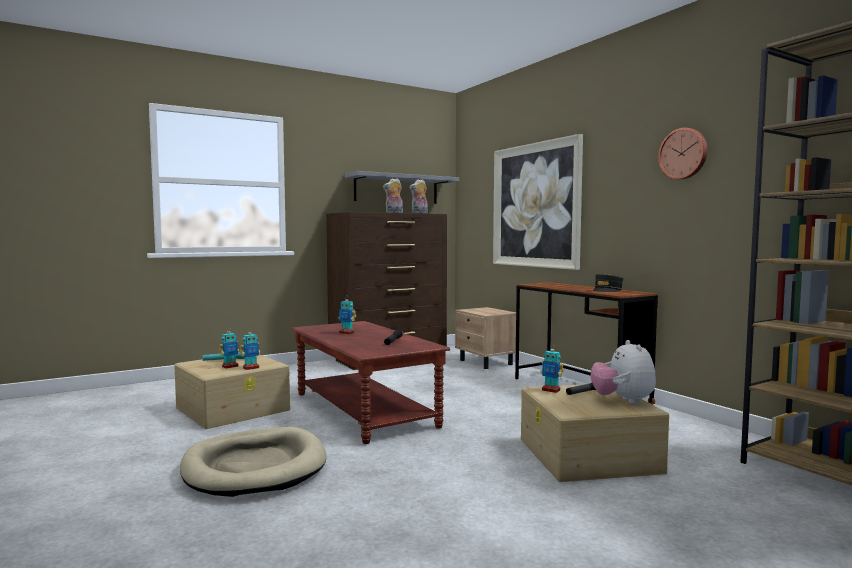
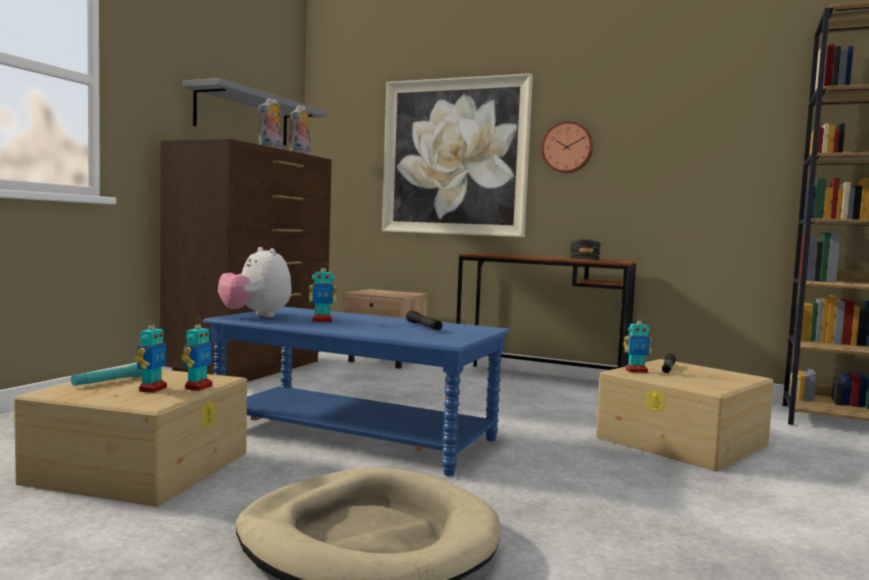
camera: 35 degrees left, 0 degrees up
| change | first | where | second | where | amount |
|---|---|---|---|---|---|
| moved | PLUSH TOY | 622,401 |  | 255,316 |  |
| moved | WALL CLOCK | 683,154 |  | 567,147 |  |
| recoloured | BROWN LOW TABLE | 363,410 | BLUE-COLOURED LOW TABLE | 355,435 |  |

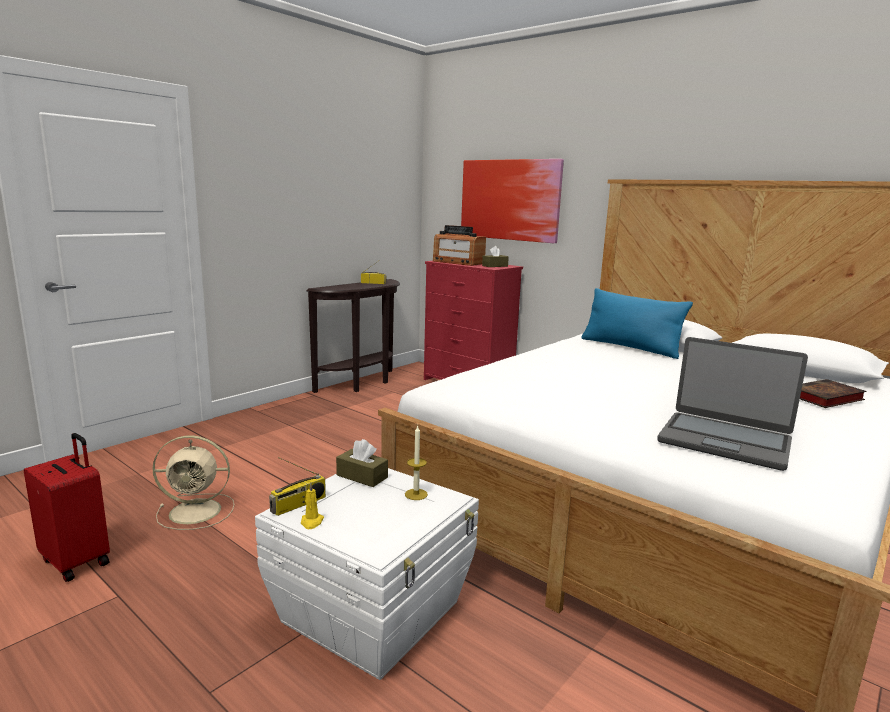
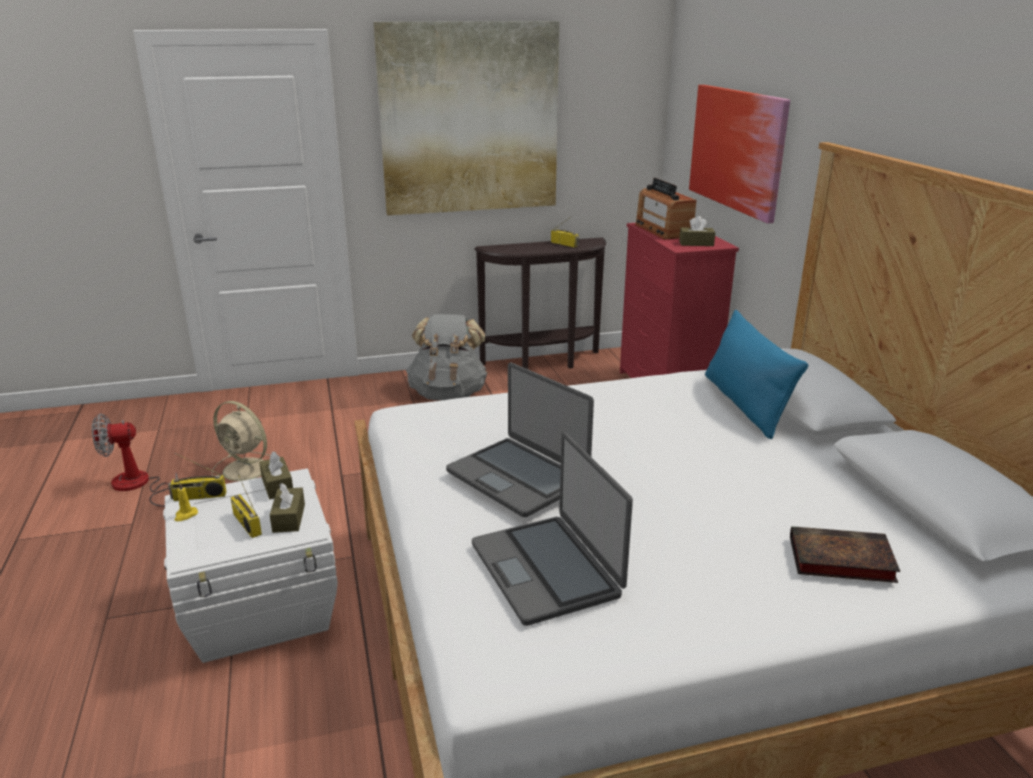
camera: 35 degrees right, 10 degrees up
| change | first | where | second | where | amount |
|---|---|---|---|---|---|
| added |  |  | RADIO | 246,524 |  |
| added |  |  | PICTURE | 469,119 |  |
| added |  |  | GREYISH RUCKSACK | 448,394 |  |
| added |  |  | NOTEBOOK COMPUTER | 518,477 |  |
| replaced | RED TRAVEL CASE | 77,561 | ELECTRIC FAN | 138,486 |  |
| replaced | CANDLE | 416,494 | BROWN BOX OF TISSUES | 289,518 |  |

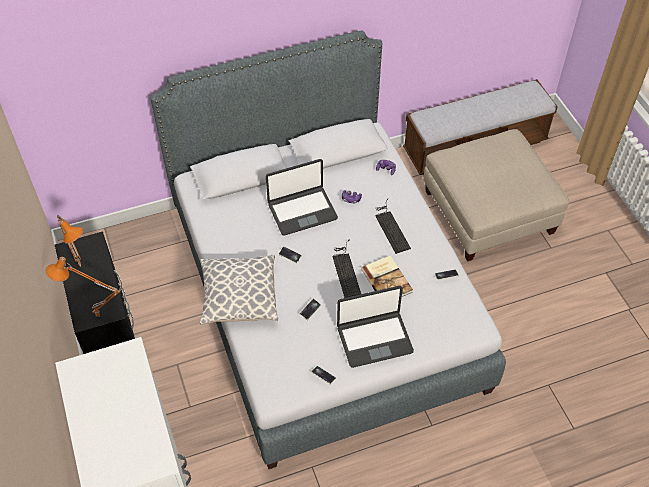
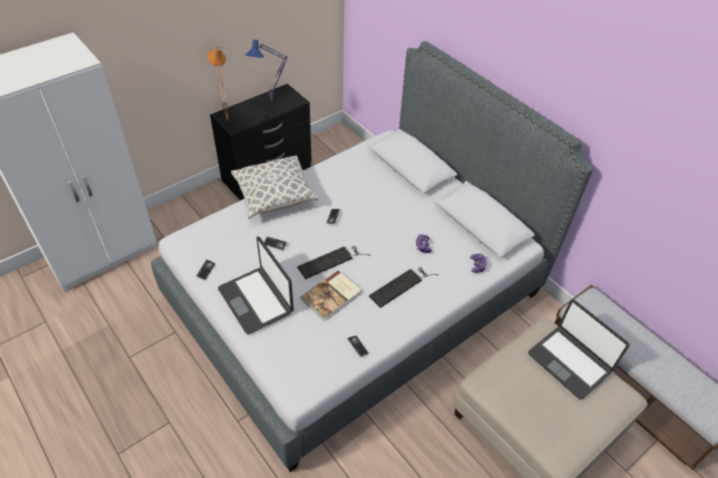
camera: 70 degrees right, 5 degrees down
| change | first | where | second | where | amount |
|---|---|---|---|---|---|
| moved | NOTEBOOK COMPUTER | 302,211 |  | 569,362 |  |
| recoloured | ORANGE-COLOURED TABLETOP LAMP | 82,265 | BLUE-COLOURED TABLETOP LAMP | 272,101 |  |

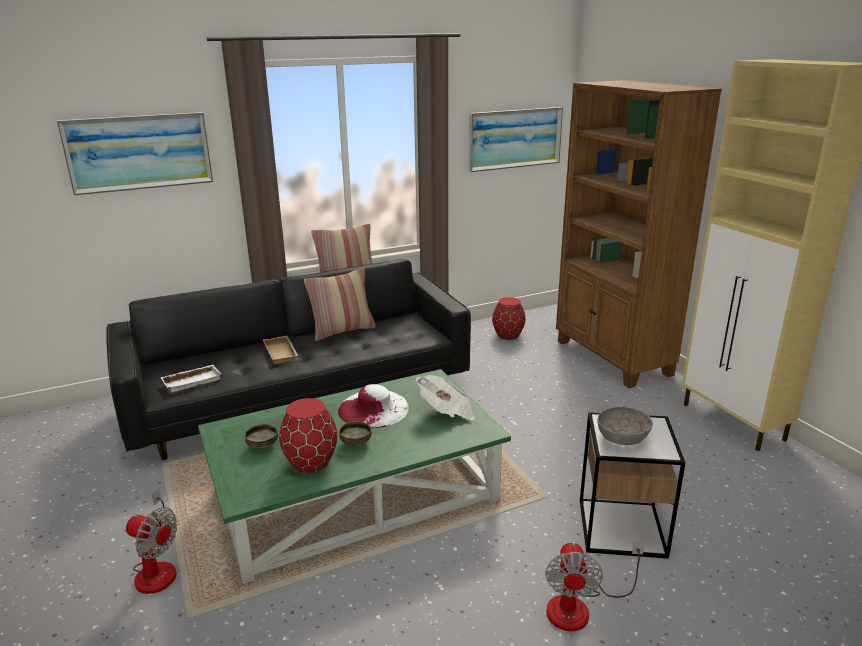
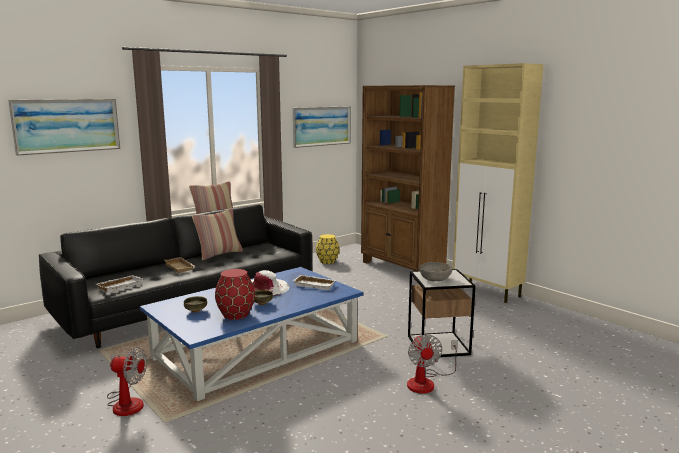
camera: 15 degrees left, 10 degrees down
| change | first | where | second | where | amount |
|---|---|---|---|---|---|
| replaced | NEWSPAPER | 446,411 | WHITE SERVING TRAY | 315,285 |  |
| recoloured | GREENISH LOW TABLE | 357,494 | BLUE-COLOURED LOW TABLE | 257,349 |  |
| recoloured | RED DECORATIVE VASE | 508,335 | YELLOWISH DECORATIVE VASE | 327,261 |  |

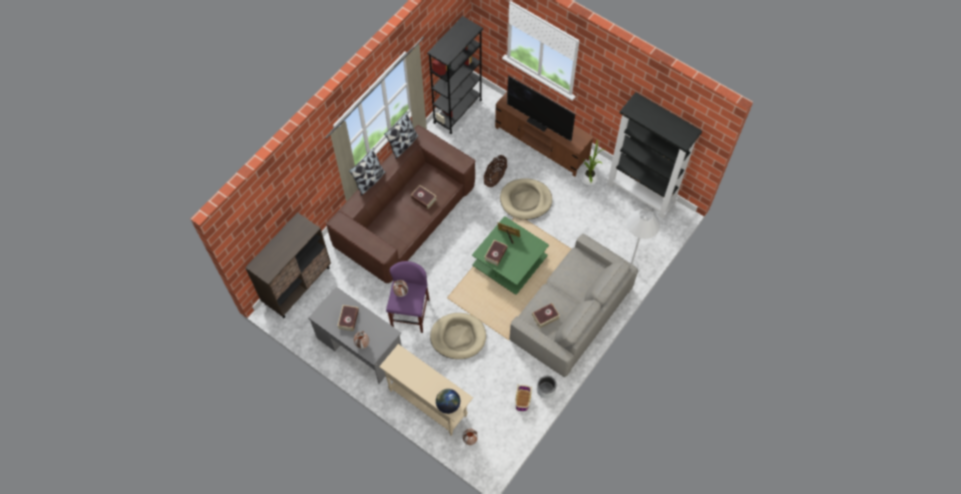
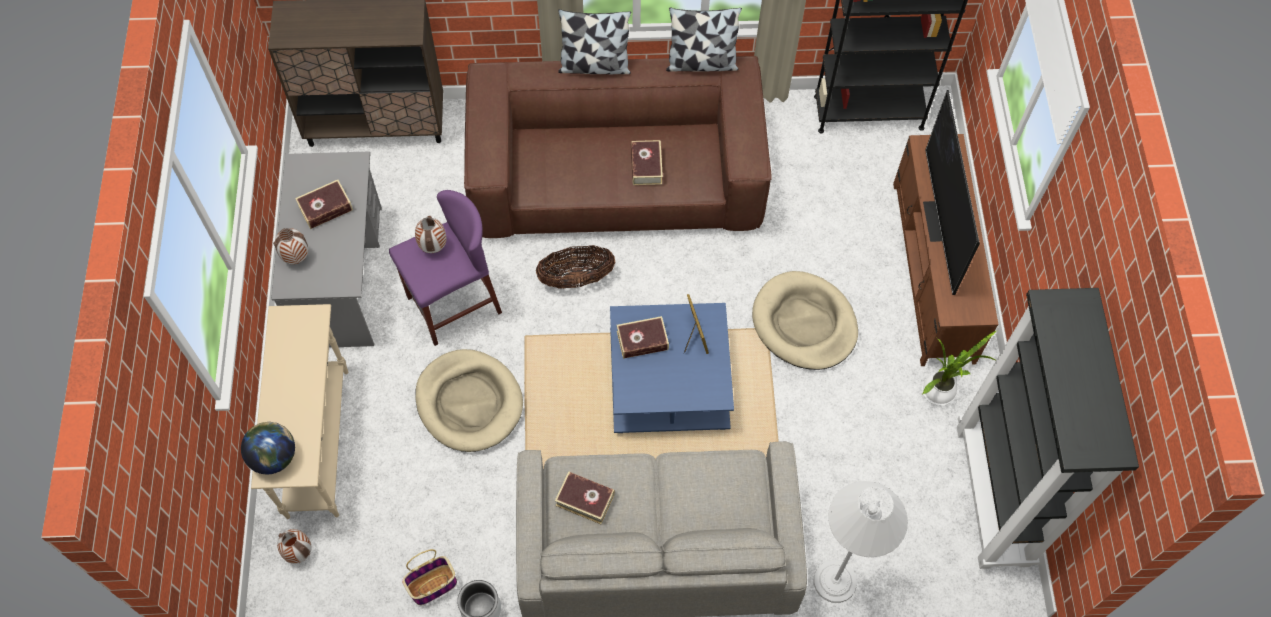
camera: 50 degrees right, 0 degrees up
| change | first | where | second | where | amount |
|---|---|---|---|---|---|
| moved | HOUSEHOLD BASKET | 495,177 |  | 576,278 |  |
| recoloured | GREENISH LOW TABLE | 510,263 | BLUE-COLOURED LOW TABLE | 667,383 |  |

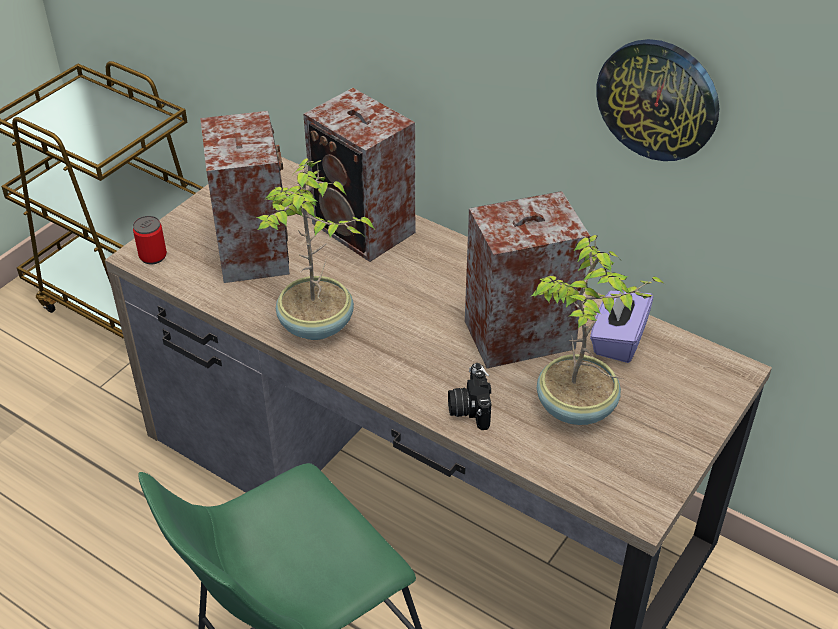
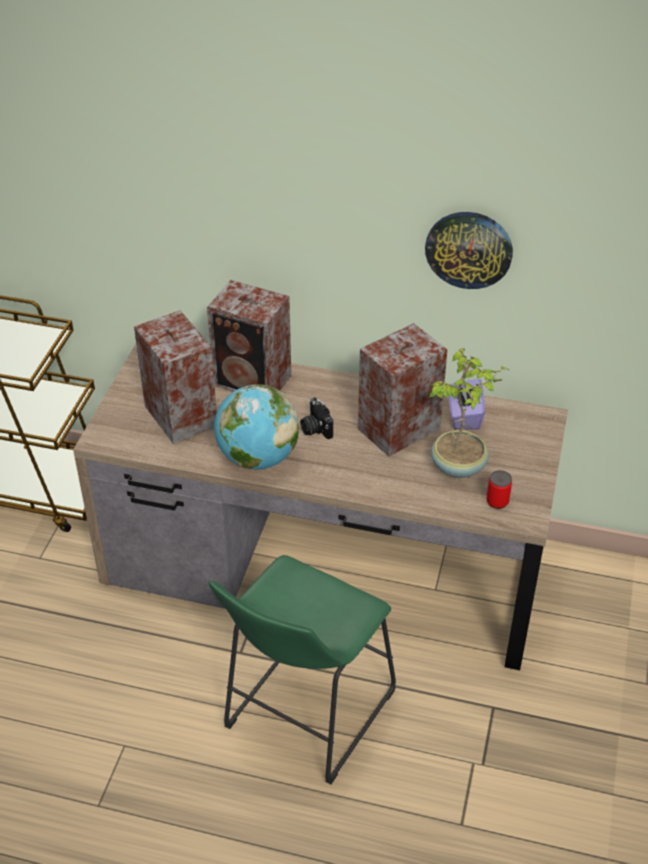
camera: 20 degrees left, 0 degrees up
| change | first | where | second | where | amount |
|---|---|---|---|---|---|
| moved | CAN | 153,256 |  | 497,501 |  |
| moved | PHOTO CAMERA | 469,408 |  | 315,428 |  |
| replaced | POTTED PLANT | 316,326 | GLOBE | 257,458 |  |

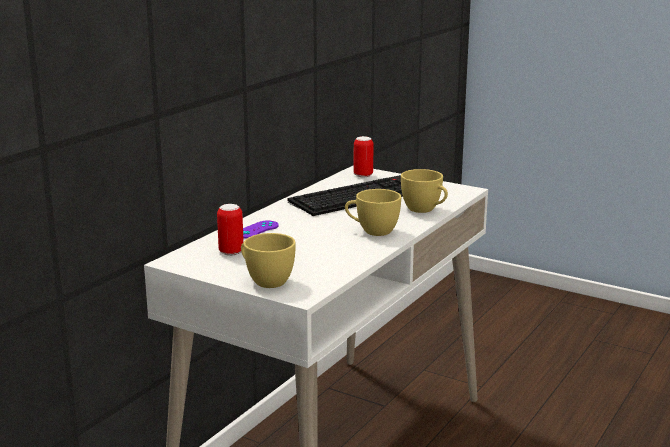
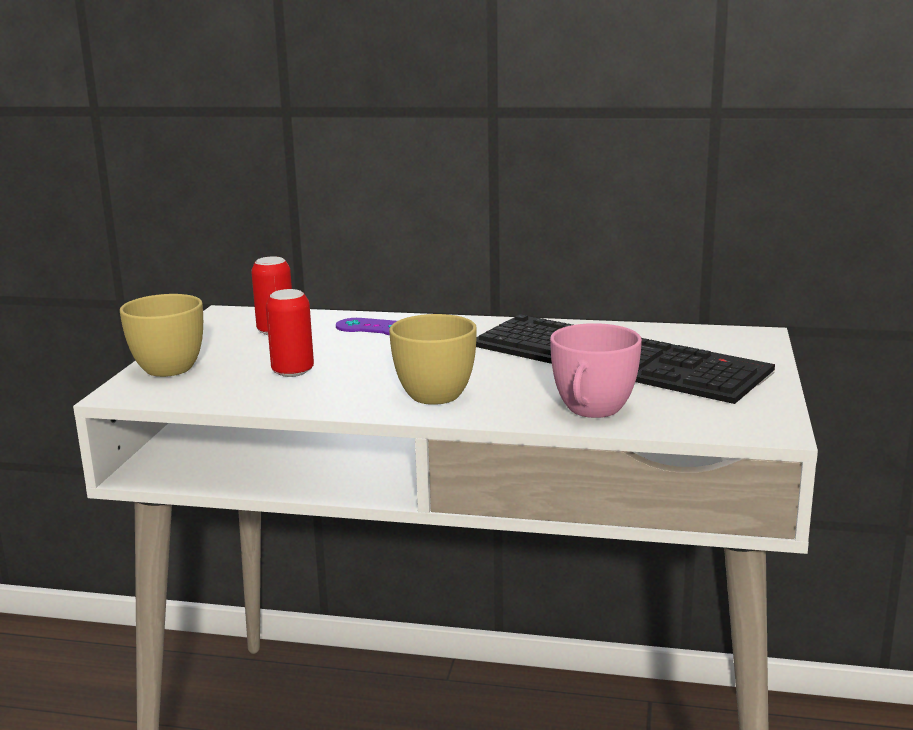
camera: 70 degrees right, 0 degrees up
| change | first | where | second | where | amount |
|---|---|---|---|---|---|
| moved | CAN | 363,175 |  | 293,372 |  |
| recoloured | YELLOWISH DRINKING CUP | 425,210 | PINK-COLOURED DRINKING CUP | 591,412 |  |

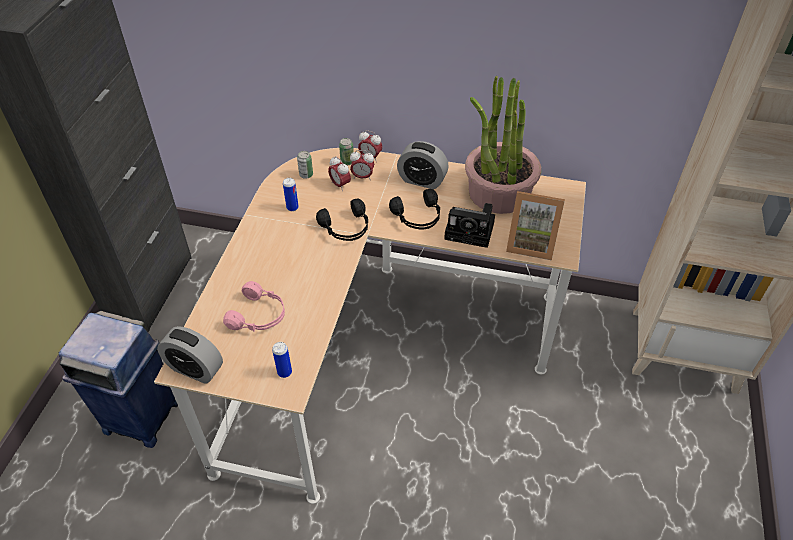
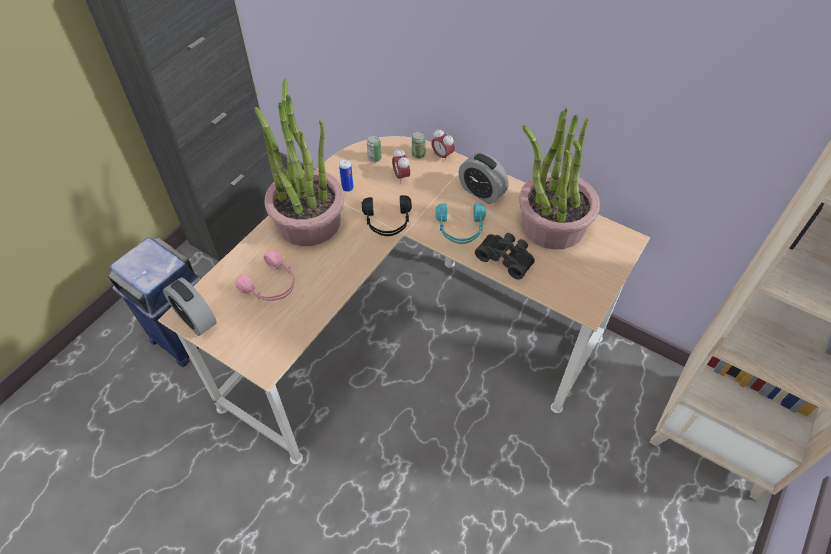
camera: 20 degrees right, 5 degrees up
| change | first | where | second | where | amount |
|---|---|---|---|---|---|
| removed | CAN | 284,372 |  |  |  |
| removed | BEDSIDE CLOCK | 362,177 |  |  |  |
| removed | PICTURE FRAME | 530,243 |  |  |  |
| added |  |  | POTTED PLANT | 308,221 |  |
| replaced | PHOTO CAMERA | 471,231 | BLACK FIELD GLASSES | 506,258 |  |
| recoloured | BLACK HEADSET | 418,217 | BLUE-GREEN HEADSET | 460,229 |  |

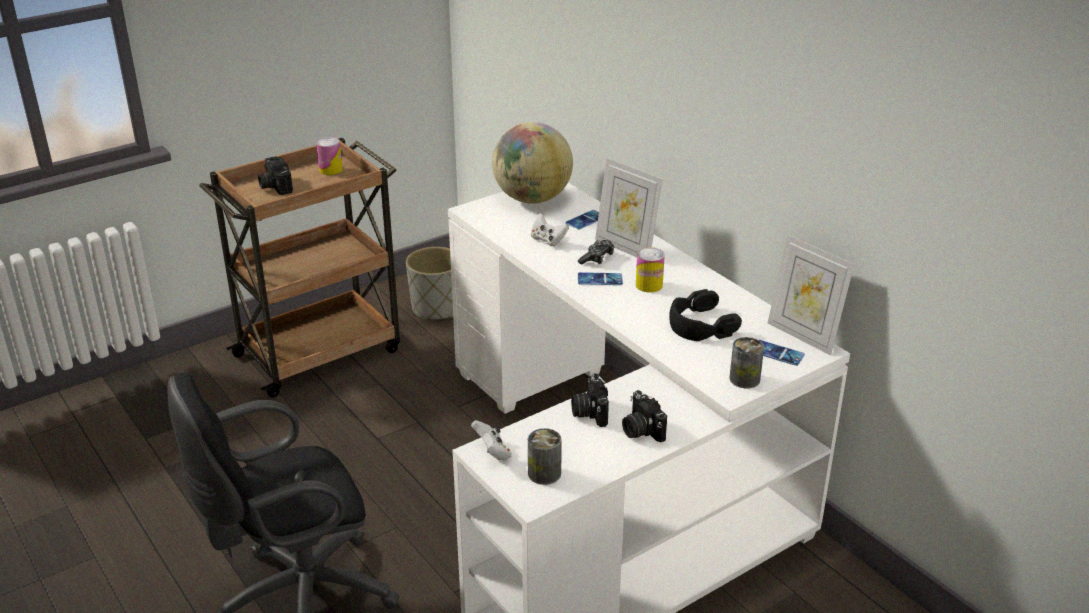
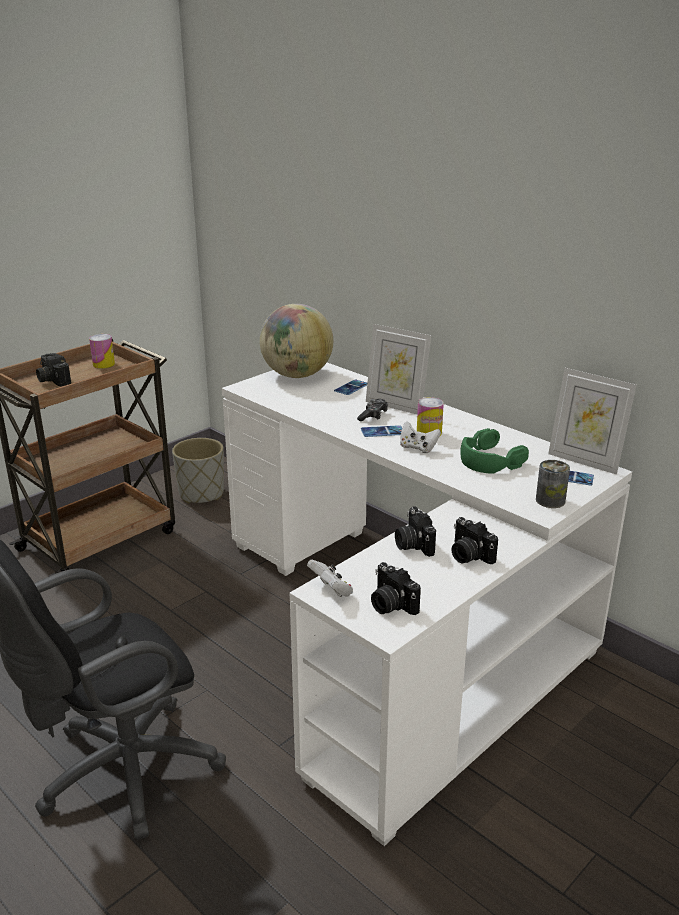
camera: 10 degrees left, 5 degrees down
| change | first | where | second | where | amount |
|---|---|---|---|---|---|
| moved | WHITE GAME CONTROLLER | 548,240 |  | 418,448 |  |
| replaced | CAN | 544,473 | PHOTO CAMERA | 390,605 |  |
| recoloured | BLACK HEADSET | 700,325 | GREENISH HEADSET | 489,460 |  |

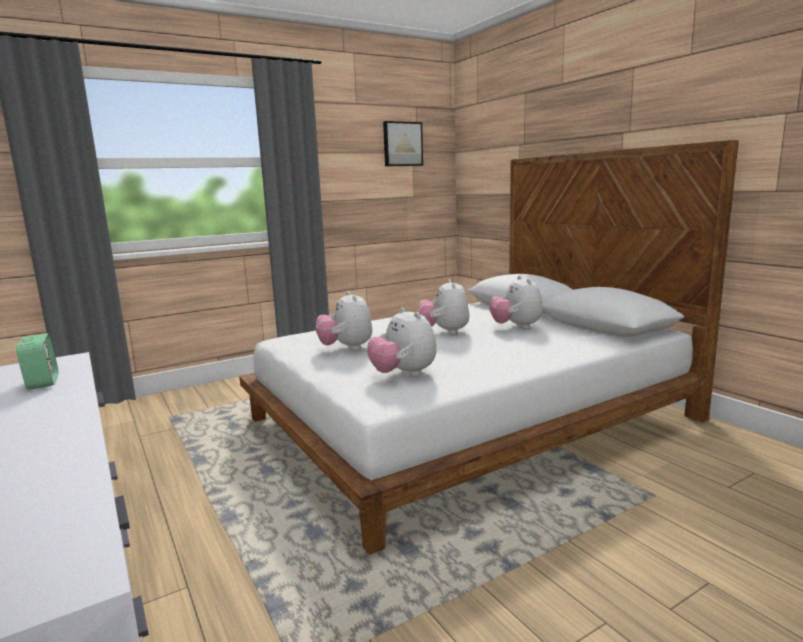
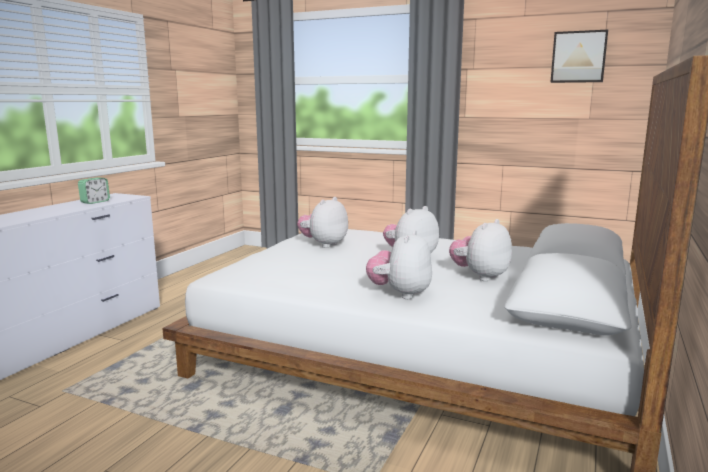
camera: 55 degrees right, 0 degrees up
| change | first | where | second | where | amount |
|---|---|---|---|---|---|
| moved | PLUSH TOY | 403,374 |  | 400,294 |  |

